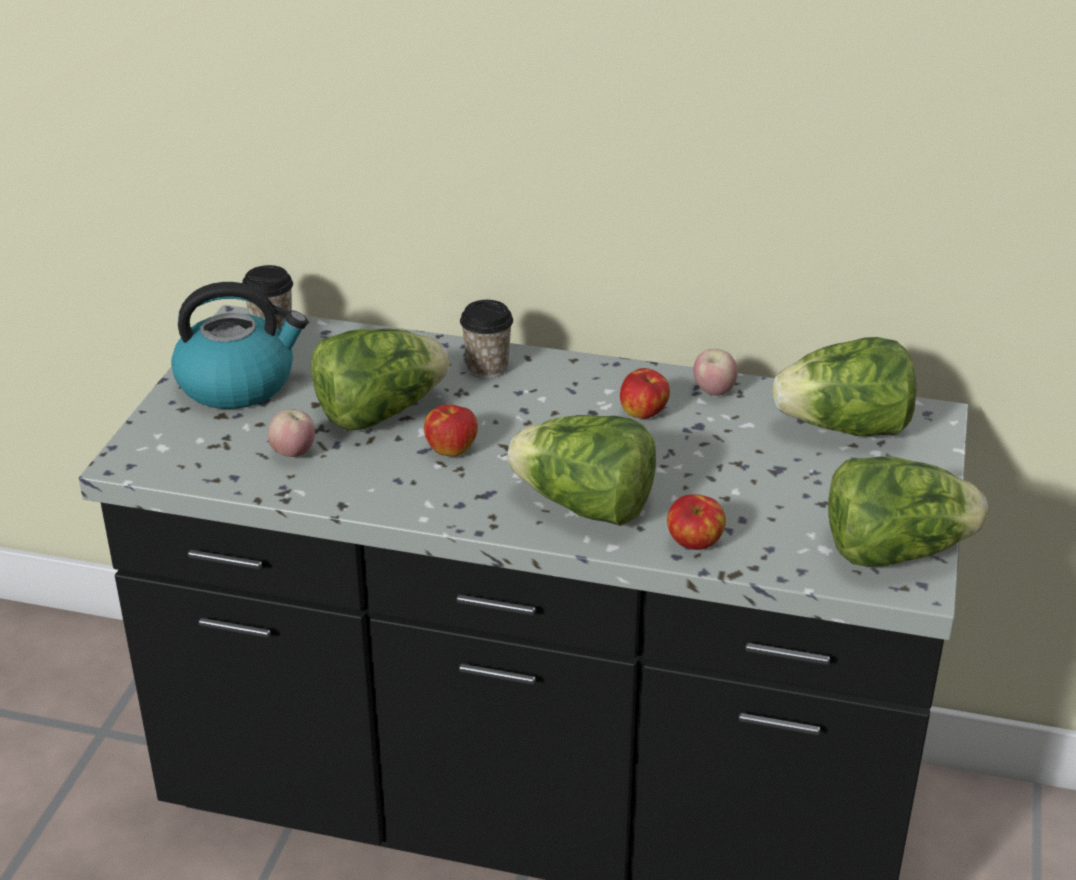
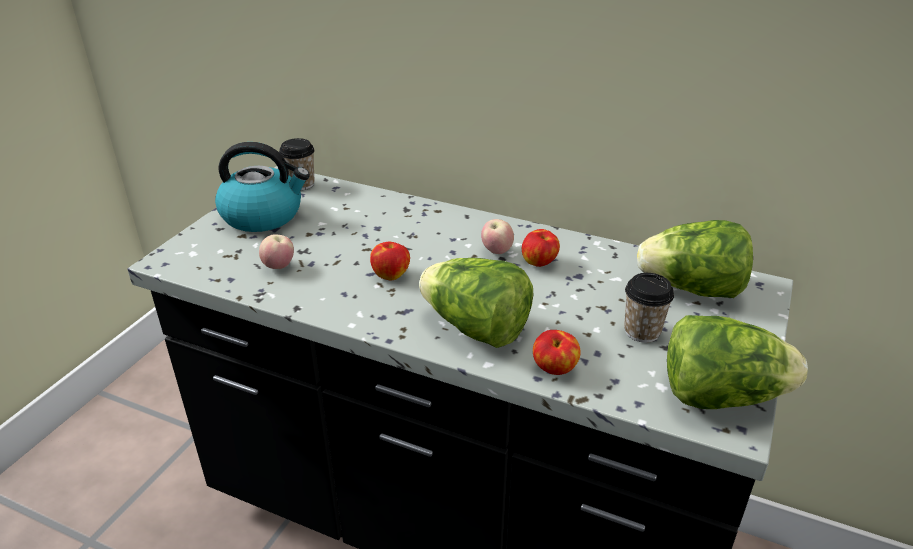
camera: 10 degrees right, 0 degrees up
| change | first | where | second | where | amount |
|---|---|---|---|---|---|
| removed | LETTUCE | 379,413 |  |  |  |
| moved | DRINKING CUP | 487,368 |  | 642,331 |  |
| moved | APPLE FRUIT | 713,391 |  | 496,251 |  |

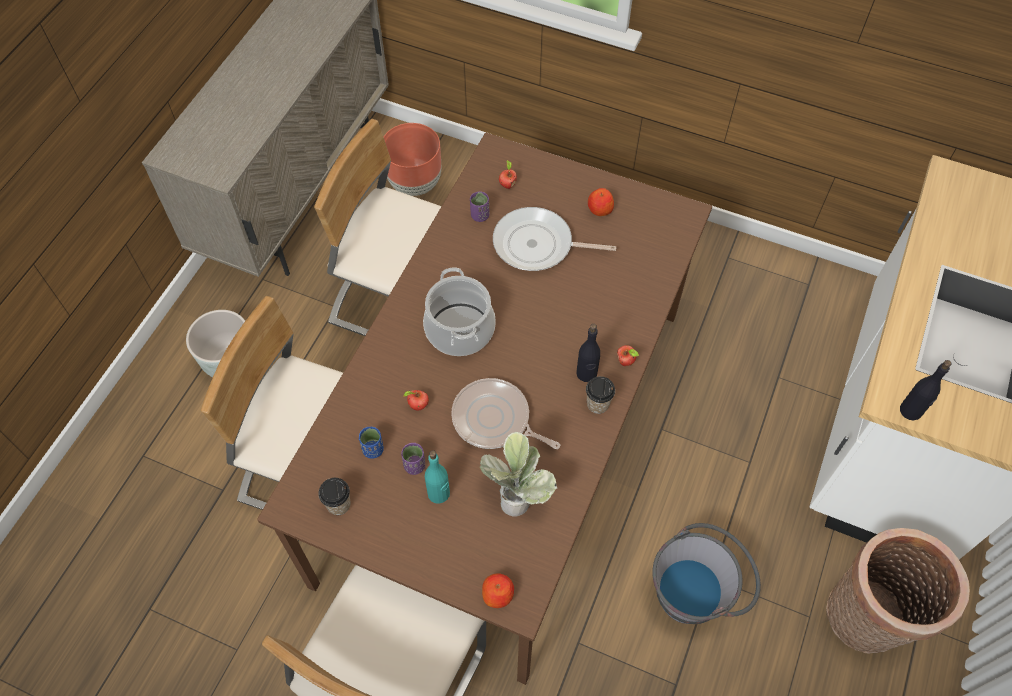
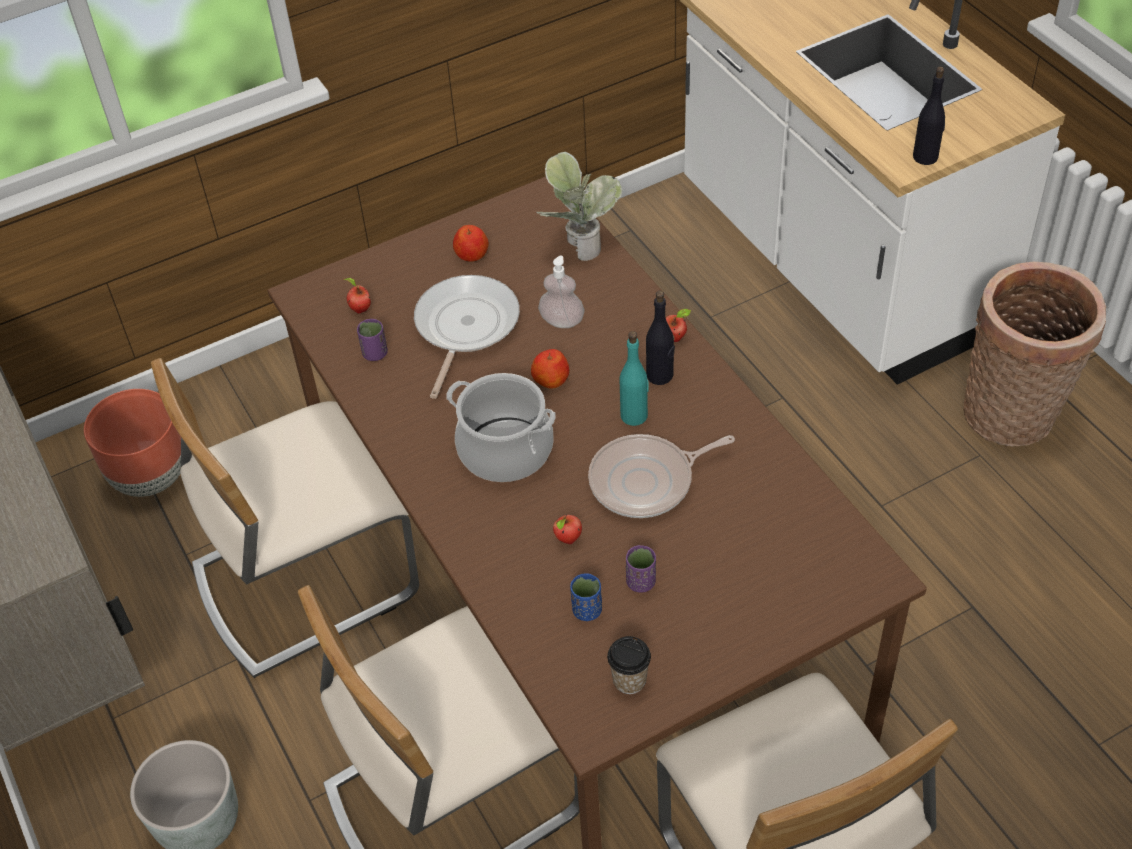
camera: 50 degrees left, 10 degrees down
| change | first | where | second | where | amount |
|---|---|---|---|---|---|
| removed | DRINKING CUP | 598,404 |  |  |  |
| removed | GREYISH WATER BUCKET | 697,591 |  |  |  |
| added |  |  | SOAP BOTTLE | 562,321 |  |
| moved | BLUE-GREEN DRINK BOTTLE | 439,493 |  | 634,415 |  |
| moved | POTTED PLANT | 516,495 |  | 579,245 |  |
| moved | APPLE FRUIT | 498,594 |  | 551,379 |  |
| turned | PAN | 538,245 |  | 464,327 | 150 degrees clockwise |

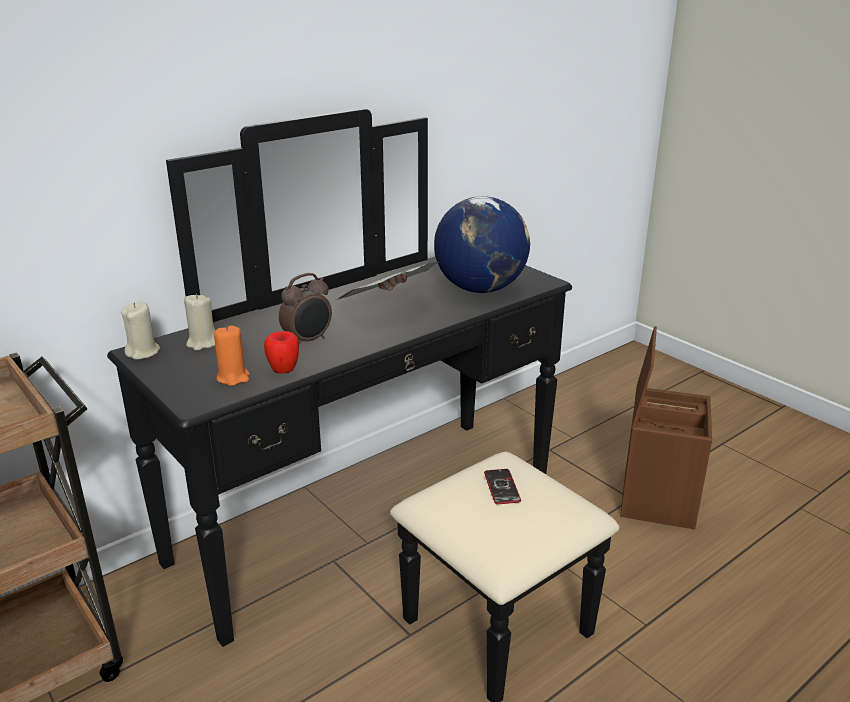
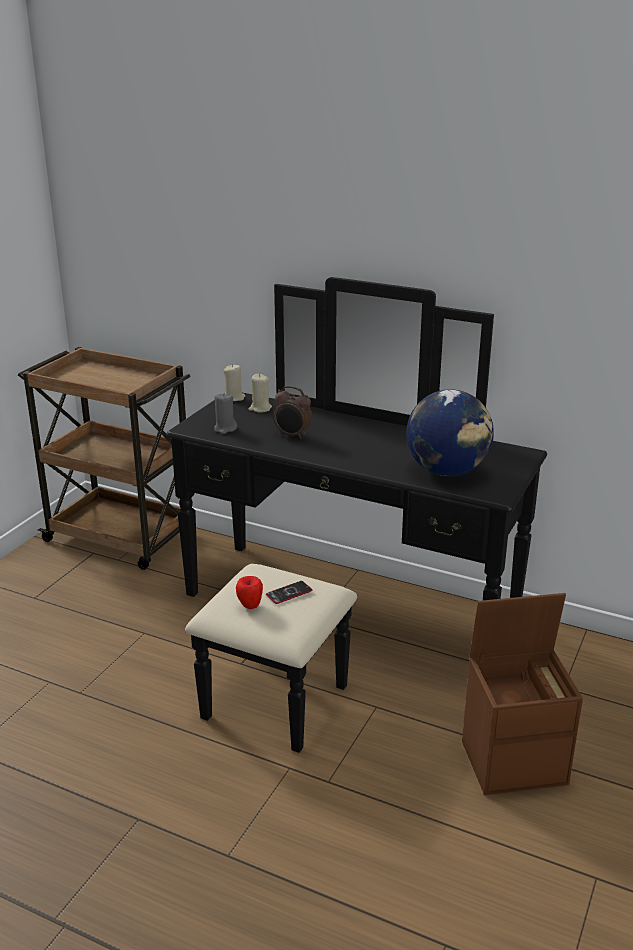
camera: 65 degrees right, 0 degrees up
| change | first | where | second | where | amount |
|---|---|---|---|---|---|
| removed | NEWSPAPER | 386,307 |  |  |  |
| moved | APPLE FRUIT | 283,371 |  | 250,606 |  |
| recoloured | ORANGE-COLOURED CANDLE | 233,377 | GREYISH CANDLE | 225,429 |  |

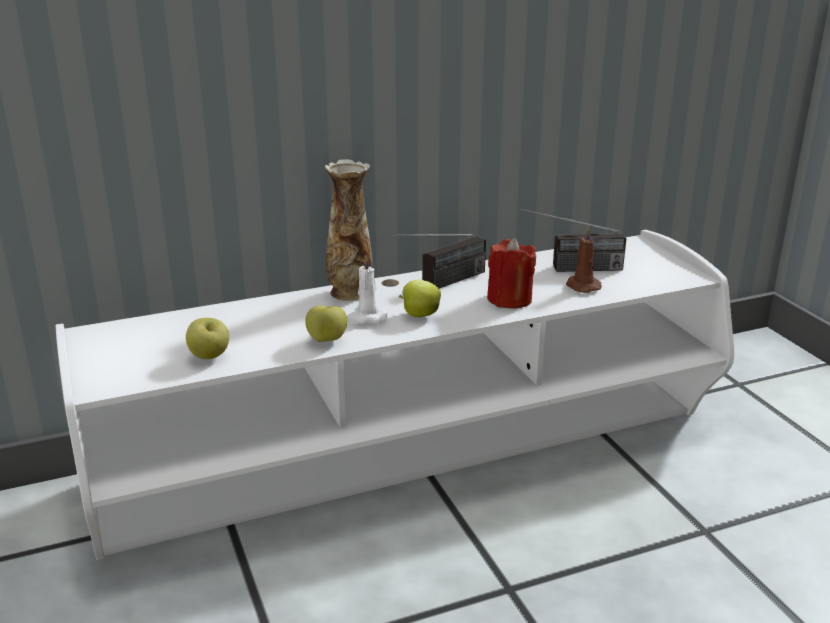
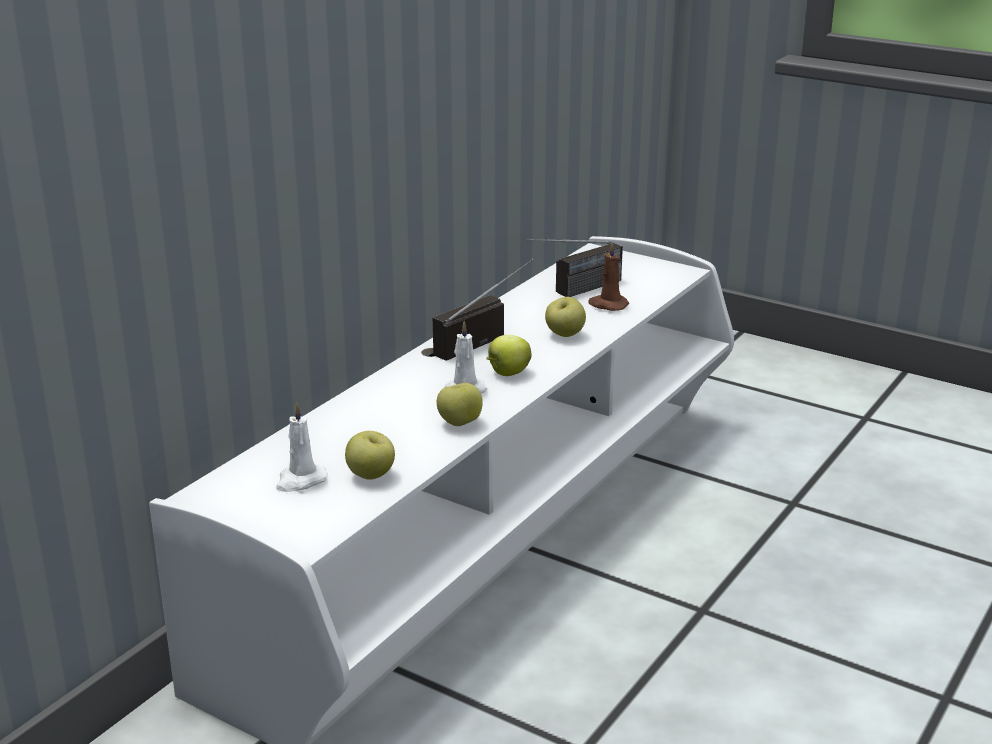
camera: 35 degrees left, 0 degrees up
| change | first | where | second | where | amount |
|---|---|---|---|---|---|
| removed | DECORATIVE VASE | 350,292 |  |  |  |
| added |  |  | WHITE CANDLE | 300,481 |  |
| replaced | RED CANDLE | 509,299 | APPLE FRUIT | 565,335 |  |
| turned | RADIO | 441,284 |  | 482,339 | 150 degrees counterclockwise |

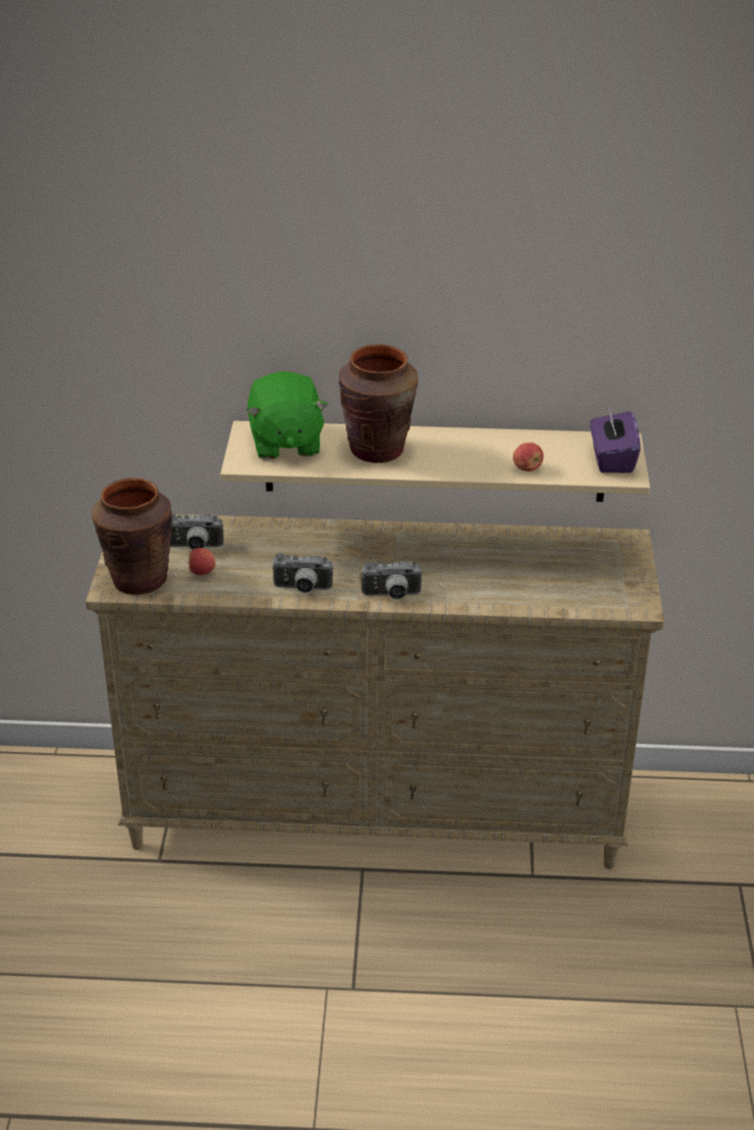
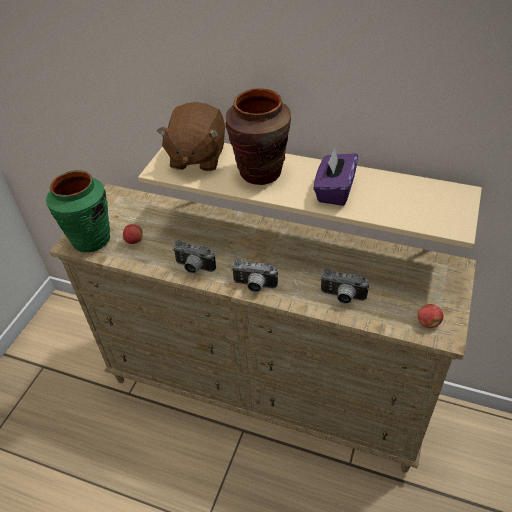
camera: 20 degrees right, 10 degrees up
| change | first | where | second | where | amount |
|---|---|---|---|---|---|
| moved | PHOTO CAMERA | 194,548 |  | 342,297 |  |
| moved | APPLE FRUIT | 527,468 |  | 428,323 |  |
| moved | PURPLISH BOX OF TISSUES | 611,459 |  | 334,191 |  |
| recoloured | BROWN DECORATIVE VASE | 139,580 | GREENISH DECORATIVE VASE | 91,240 |  |
| recoloured | GREENISH PLUSH TOY | 285,443 | BROWN PLUSH TOY | 197,157 |  |

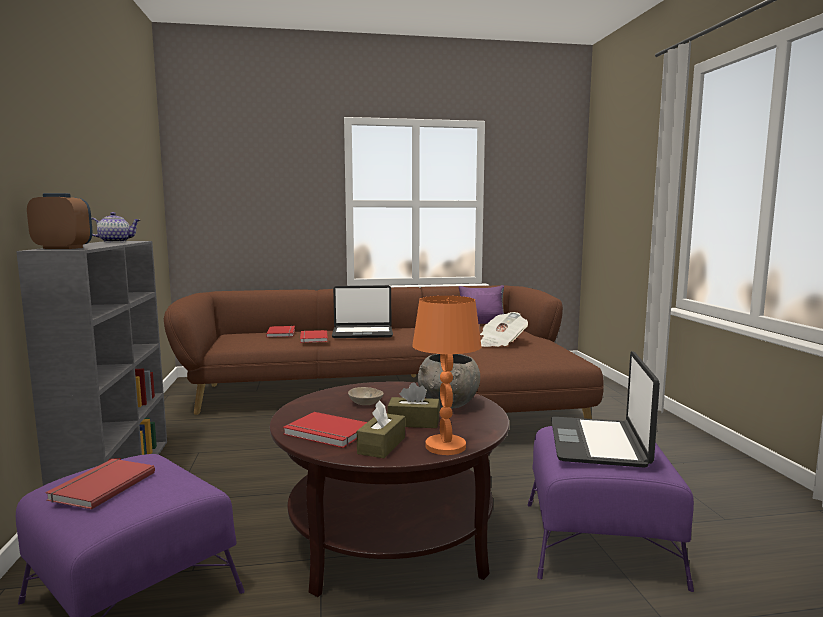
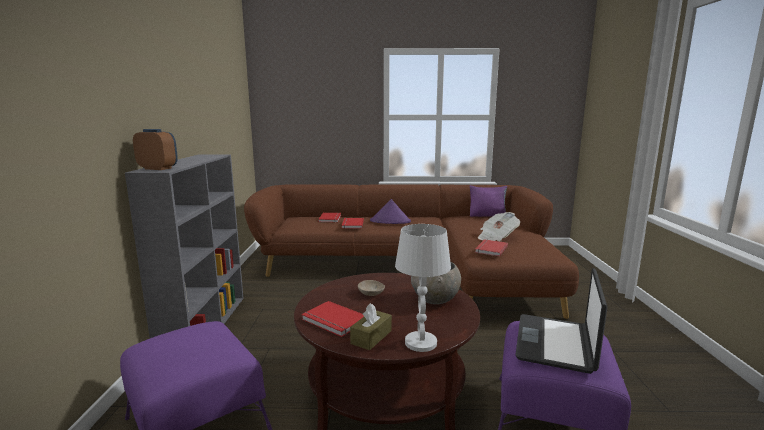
camera: 10 degrees right, 5 degrees up
| change | first | where | second | where | amount |
|---|---|---|---|---|---|
| removed | TEAPOT | 115,241 |  |  |  |
| removed | BROWN BOX OF TISSUES | 413,422 |  |  |  |
| moved | RED BOUND BOOK | 100,486 |  | 490,249 |  |
| replaced | NOTEBOOK COMPUTER | 362,333 | PURPLISH CLOTHING HAT | 390,221 |  |
| recoloured | ORANGE-COLOURED TABLETOP LAMP | 445,446 | WHITE TABLETOP LAMP | 420,342 |  |

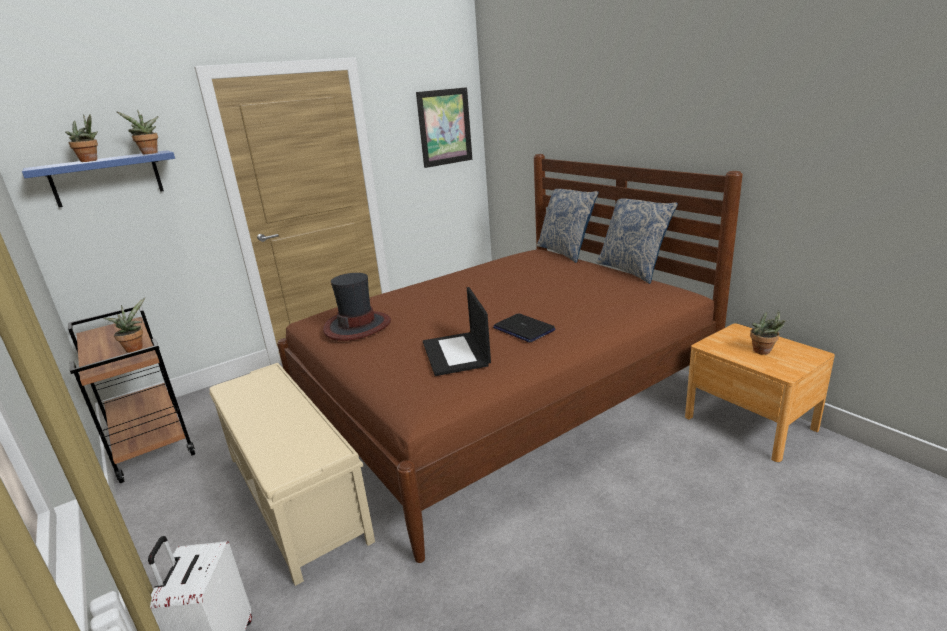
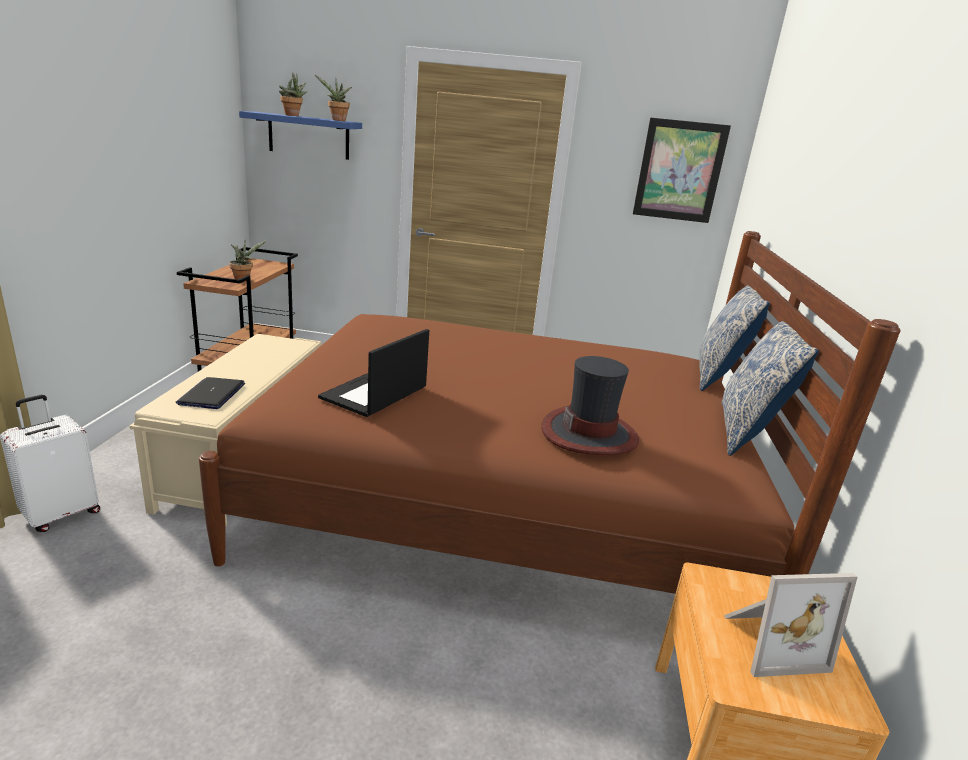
camera: 40 degrees right, 0 degrees up
| change | first | where | second | where | amount |
|---|---|---|---|---|---|
| moved | CLOTHING HAT | 357,326 |  | 589,433 |  |
| moved | NOTEBOOK COMPUTER | 523,329 |  | 212,394 |  |
| replaced | POTTED PLANT | 764,352 | PICTURE FRAME | 770,641 |  |

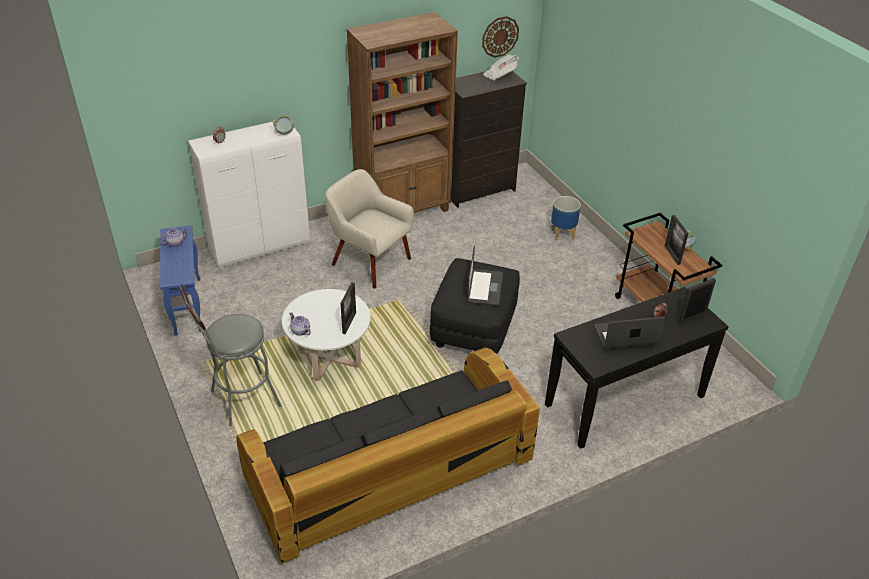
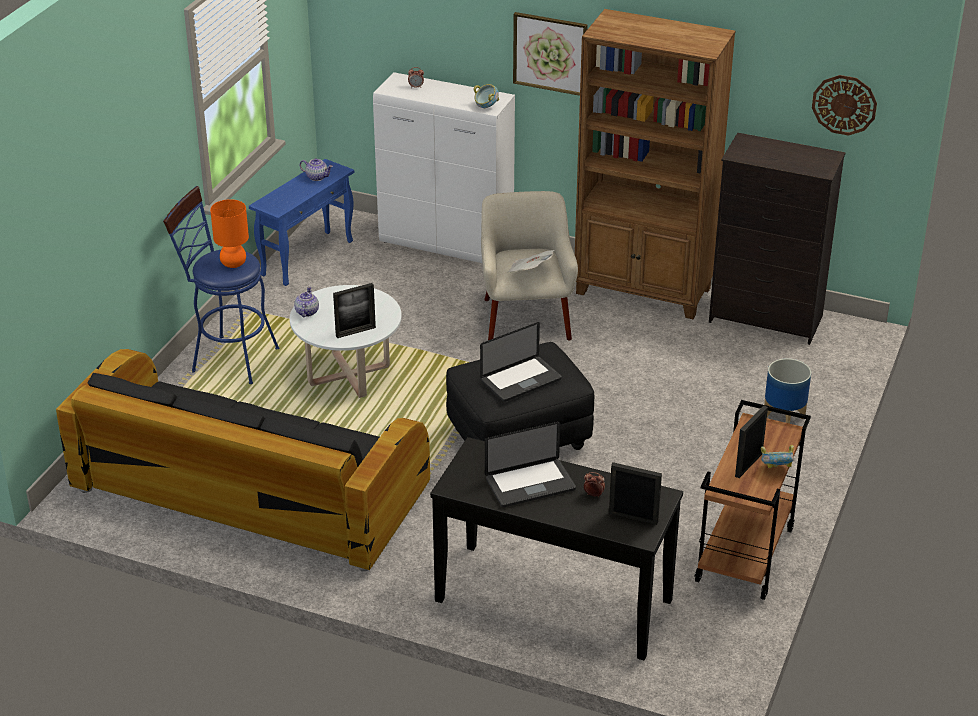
camera: 50 degrees right, 5 degrees down
| change | first | where | second | where | amount |
|---|---|---|---|---|---|
| added |  |  | ORANGE-COLOURED TABLETOP LAMP | 234,263 |  |
| added |  |  | PICTURE | 550,53 |  |
| moved | NEWSPAPER | 500,75 |  | 530,272 |  |
| recoloured | GREYISH STOOL SEAT | 239,401 | BLUE-COLOURED STOOL SEAT | 228,358 |  |
| turned | NOTEBOOK COMPUTER | 625,335 |  | 530,484 | 120 degrees clockwise |

